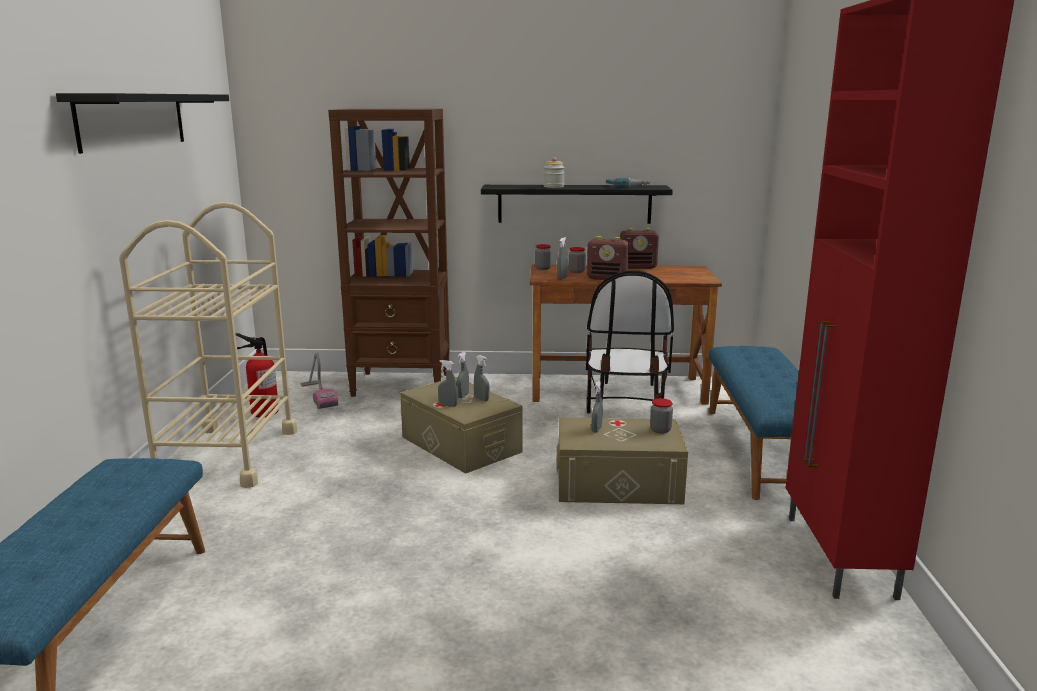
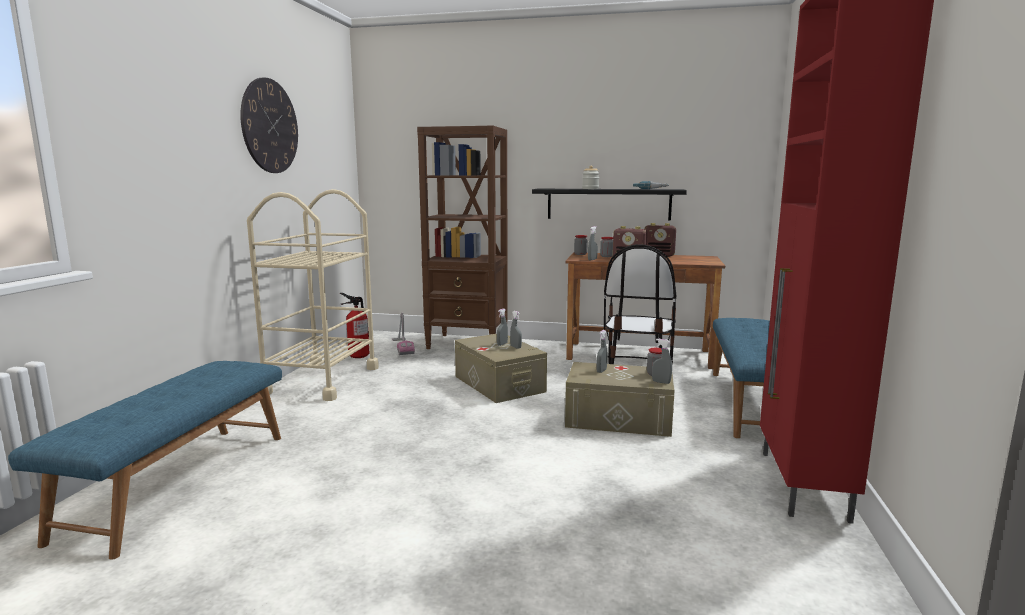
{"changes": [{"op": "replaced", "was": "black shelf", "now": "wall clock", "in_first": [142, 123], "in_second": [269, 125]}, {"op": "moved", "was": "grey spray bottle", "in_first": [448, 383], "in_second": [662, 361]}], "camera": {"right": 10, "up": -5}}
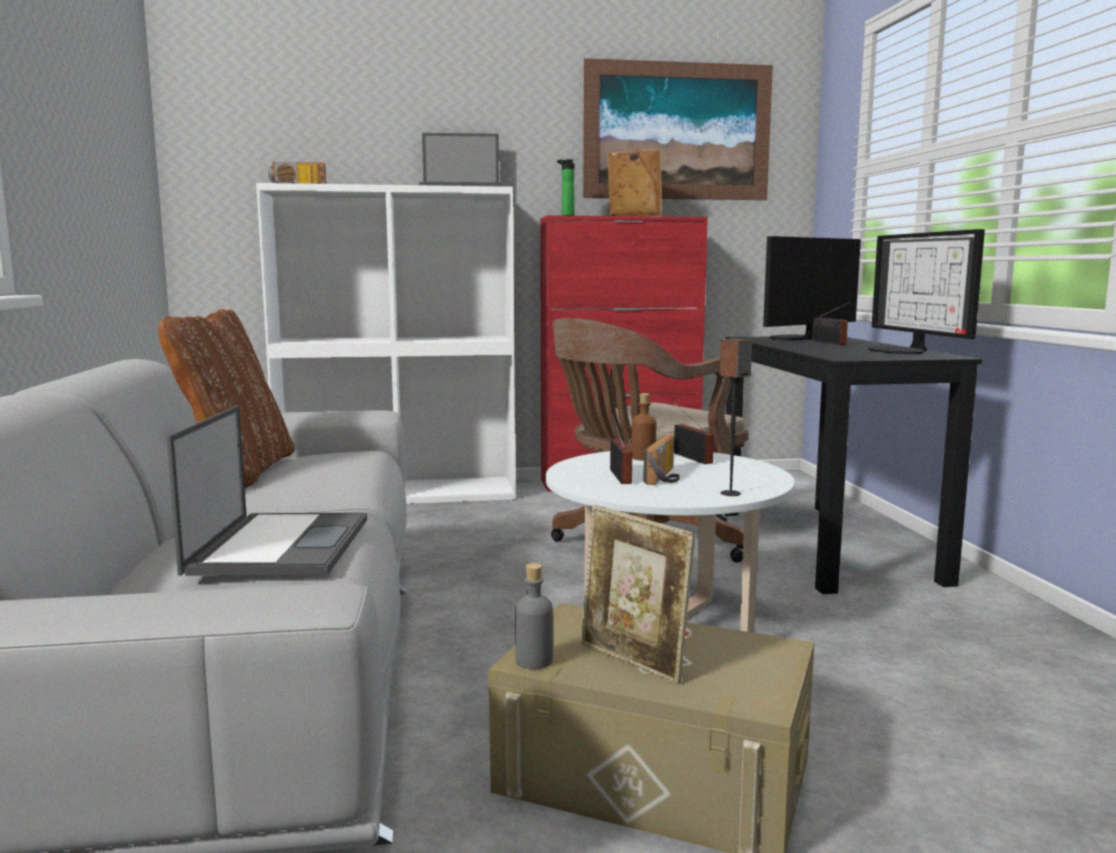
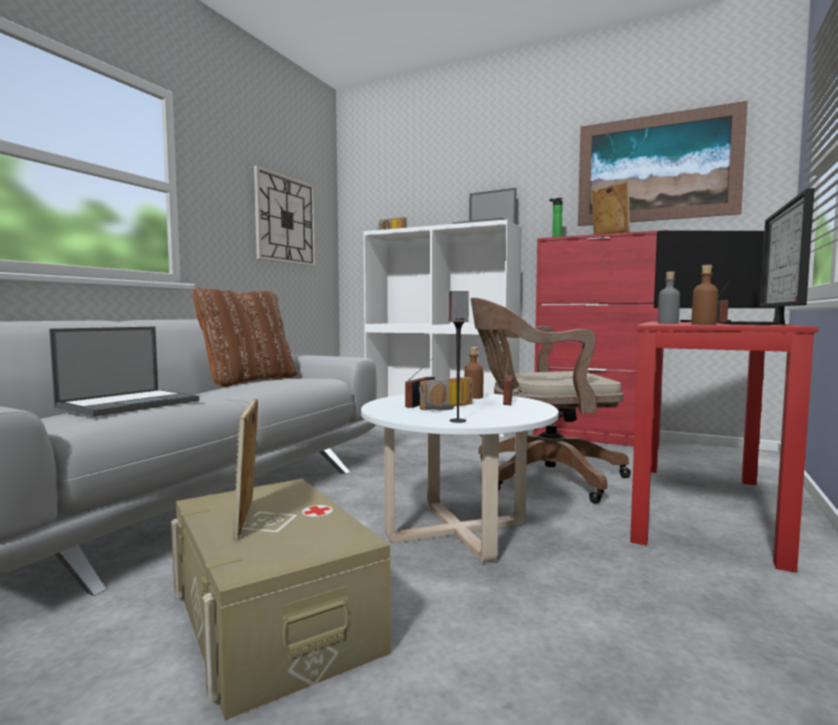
{"changes": [{"op": "recoloured", "was": "black desk", "now": "red desk", "in_first": [853, 465], "in_second": [724, 447]}, {"op": "moved", "was": "grey bottle", "in_first": [534, 616], "in_second": [669, 297]}, {"op": "added", "now": "wall clock", "in_second": [285, 215]}, {"op": "added", "now": "brown bottle", "in_second": [704, 295]}], "camera": {"right": 35, "up": -5}}
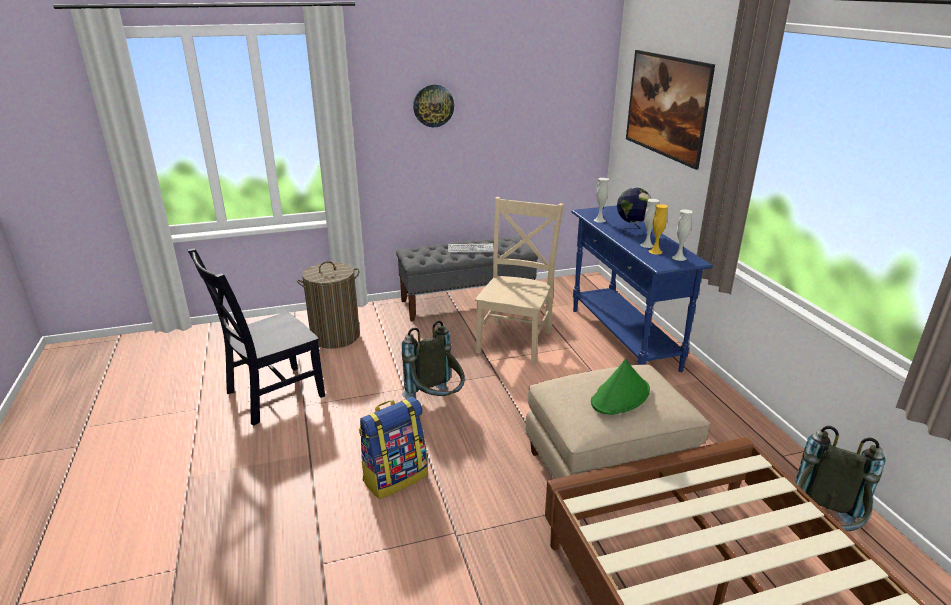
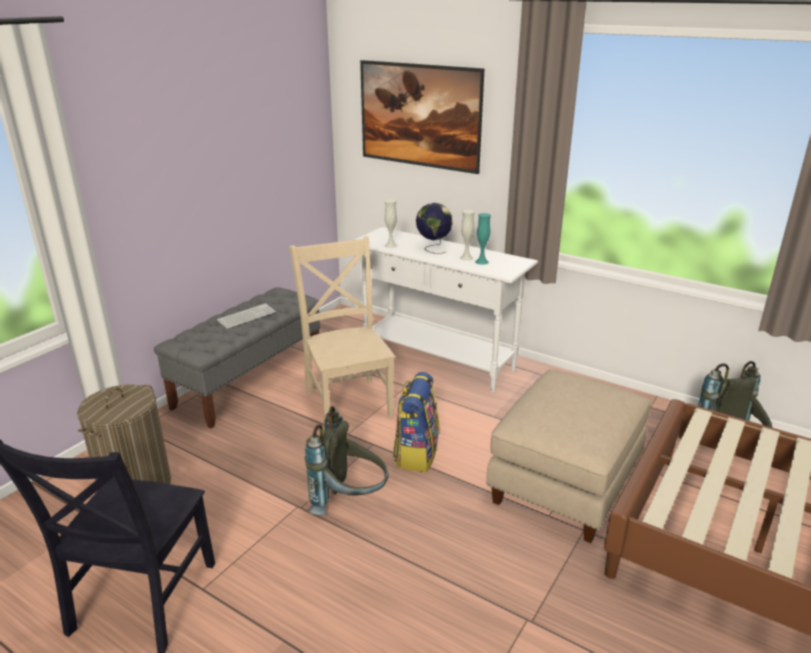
{"changes": [{"op": "removed", "was": "wall clock", "in_first": [433, 105]}, {"op": "recoloured", "was": "yellow vase", "now": "turquoise vase", "in_first": [658, 229], "in_second": [483, 239]}, {"op": "recoloured", "was": "blue console table", "now": "white console table", "in_first": [642, 288], "in_second": [446, 309]}, {"op": "removed", "was": "white vase", "in_first": [682, 235]}, {"op": "removed", "was": "green hat", "in_first": [620, 387]}, {"op": "moved", "was": "backpack", "in_first": [393, 448], "in_second": [416, 422]}], "camera": {"right": -40, "up": 0}}
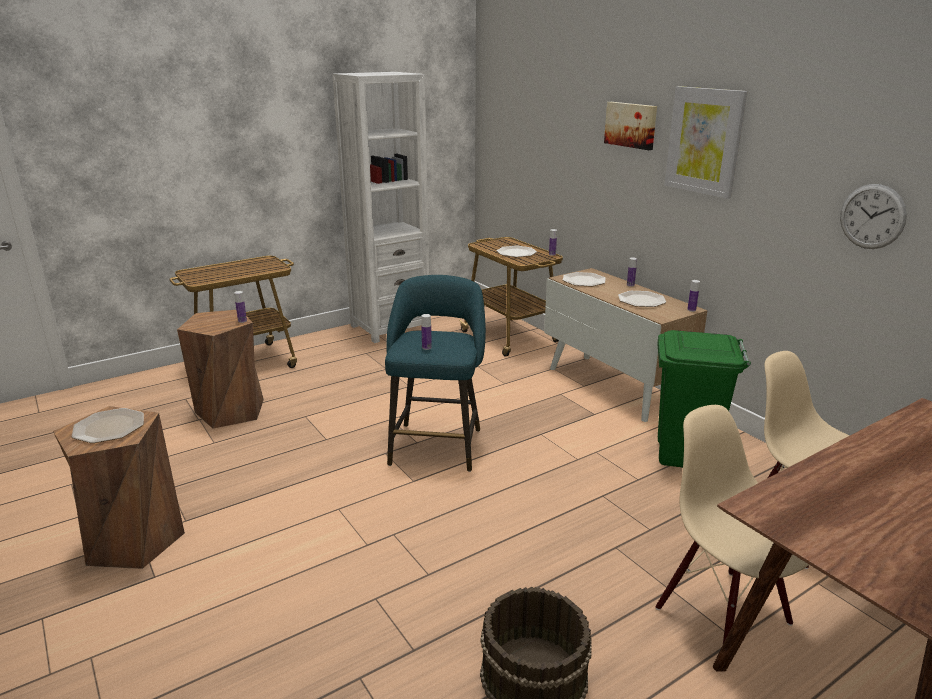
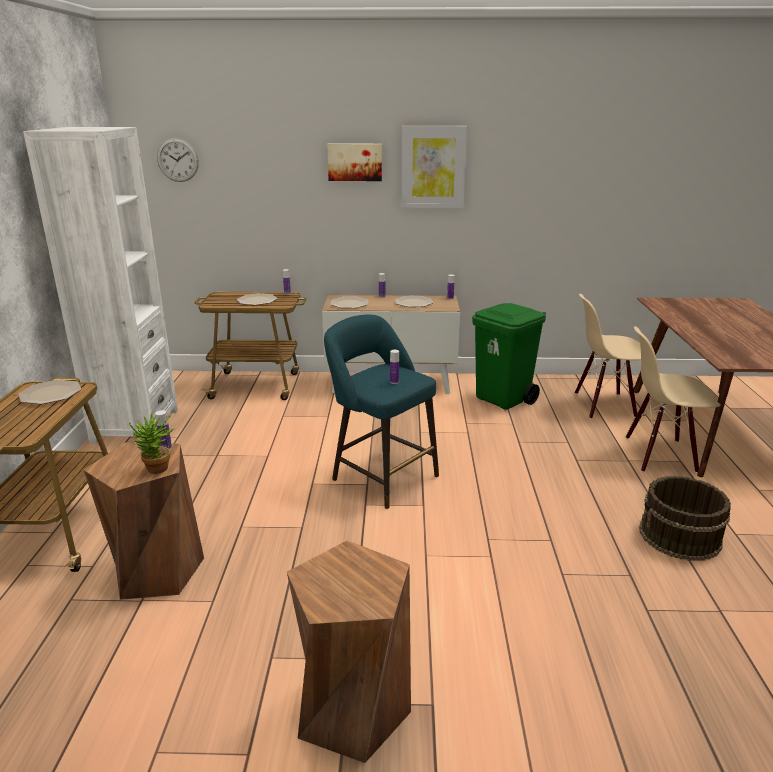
{"changes": [{"op": "moved", "was": "wall clock", "in_first": [873, 216], "in_second": [178, 160]}, {"op": "moved", "was": "plate", "in_first": [108, 425], "in_second": [50, 392]}, {"op": "added", "now": "potted plant", "in_second": [151, 443]}], "camera": {"right": -55, "up": 0}}
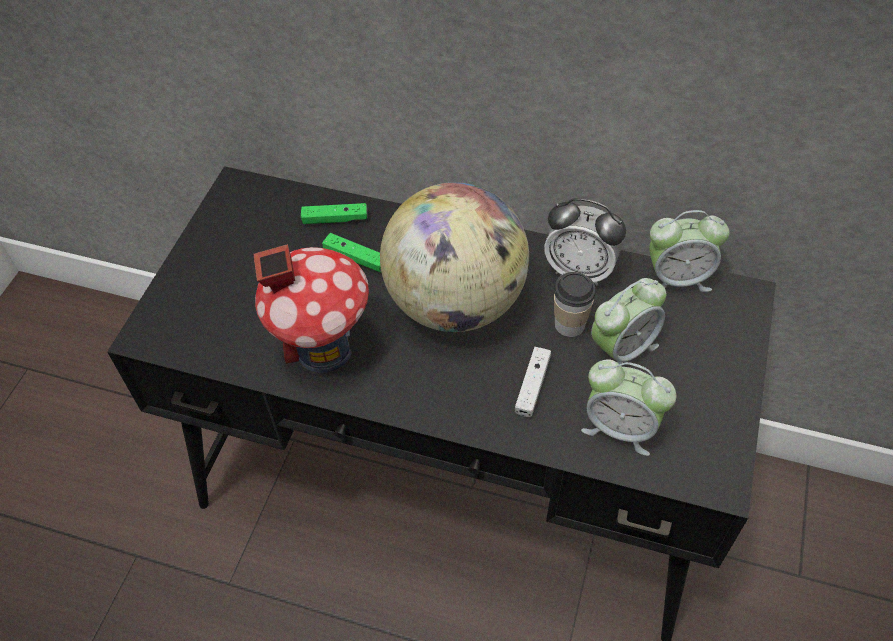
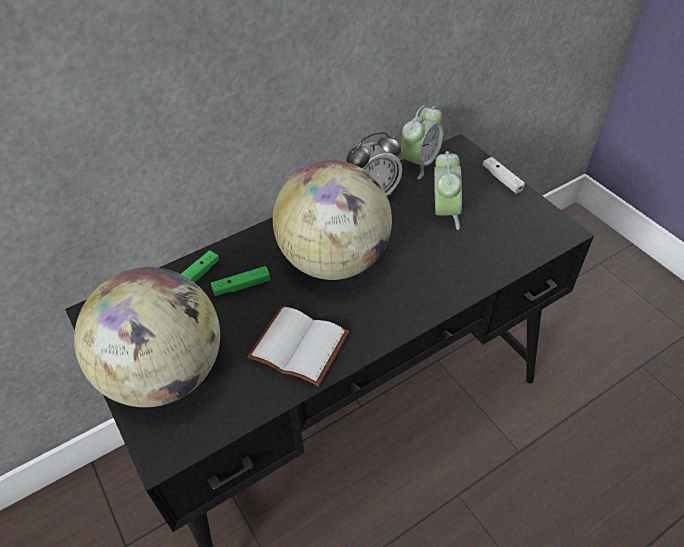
{"changes": [{"op": "replaced", "was": "toy house", "now": "white book", "in_first": [311, 308], "in_second": [298, 346]}, {"op": "removed", "was": "cup", "in_first": [575, 304]}, {"op": "moved", "was": "white game controller", "in_first": [533, 382], "in_second": [504, 175]}, {"op": "removed", "was": "alarm clock", "in_first": [628, 407]}, {"op": "added", "now": "globe", "in_second": [147, 337]}], "camera": {"right": -50, "up": -5}}
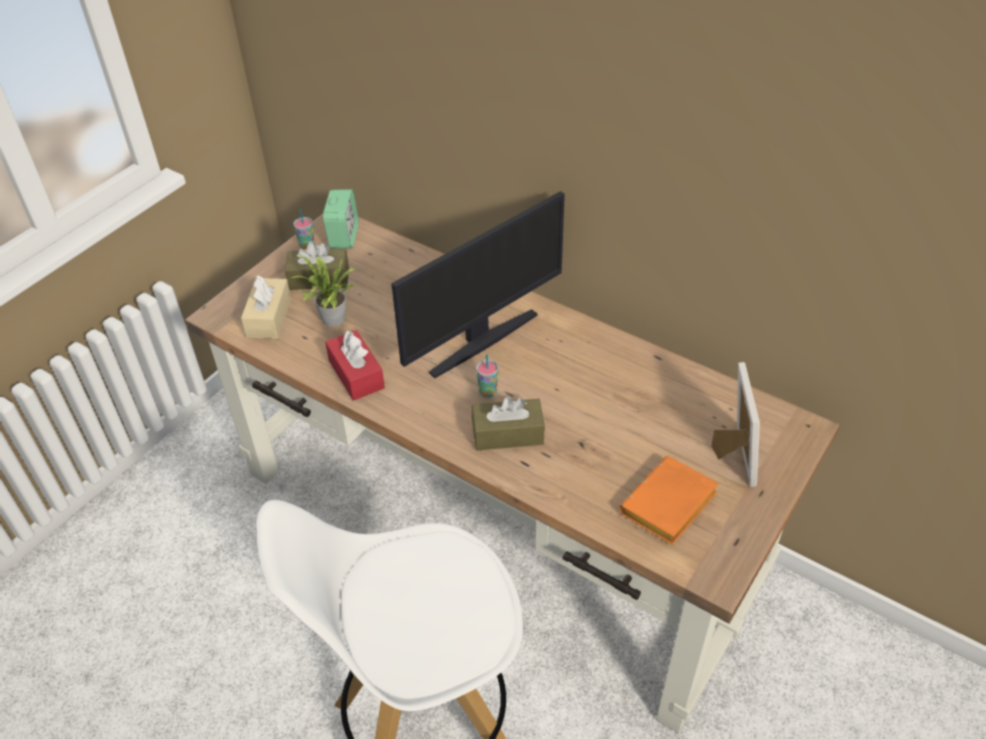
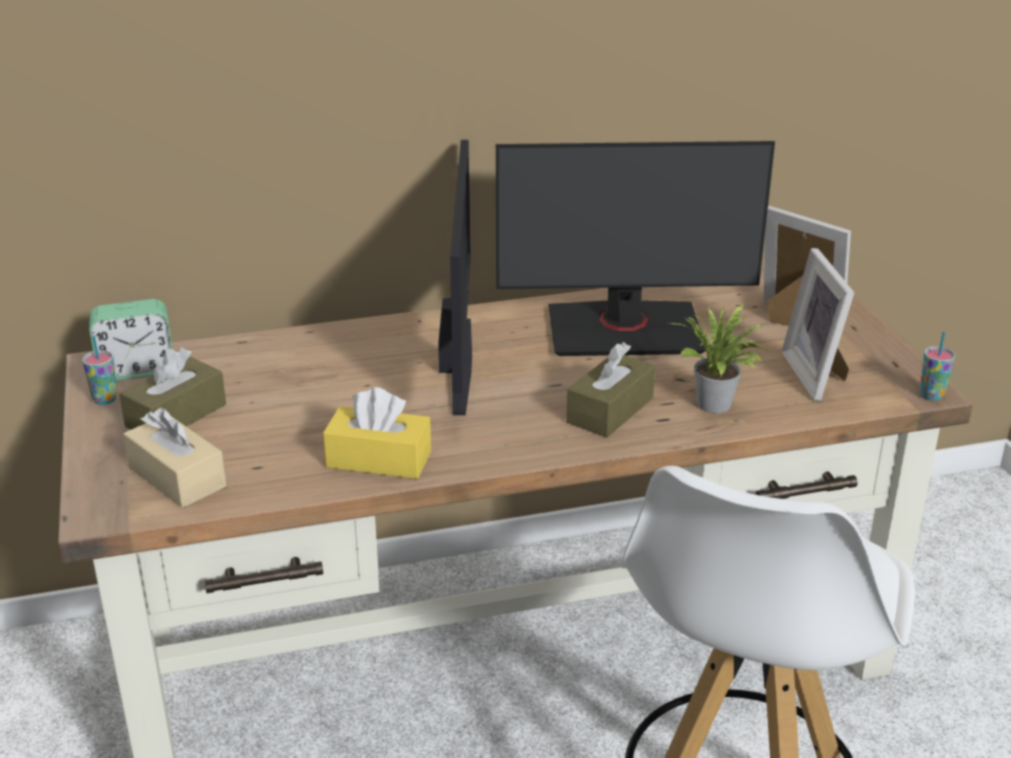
{"changes": [{"op": "turned", "was": "alarm clock", "in_first": [341, 219], "in_second": [131, 340], "clockwise": 120}, {"op": "moved", "was": "potted plant", "in_first": [323, 290], "in_second": [720, 358]}, {"op": "recoloured", "was": "red tissue box", "now": "yellow tissue box", "in_first": [355, 365], "in_second": [377, 433]}, {"op": "moved", "was": "cup", "in_first": [487, 376], "in_second": [937, 366]}, {"op": "replaced", "was": "orange book", "now": "picture frame", "in_first": [669, 500], "in_second": [817, 324]}, {"op": "added", "now": "monitor", "in_second": [635, 248]}], "camera": {"right": -50, "up": -15}}
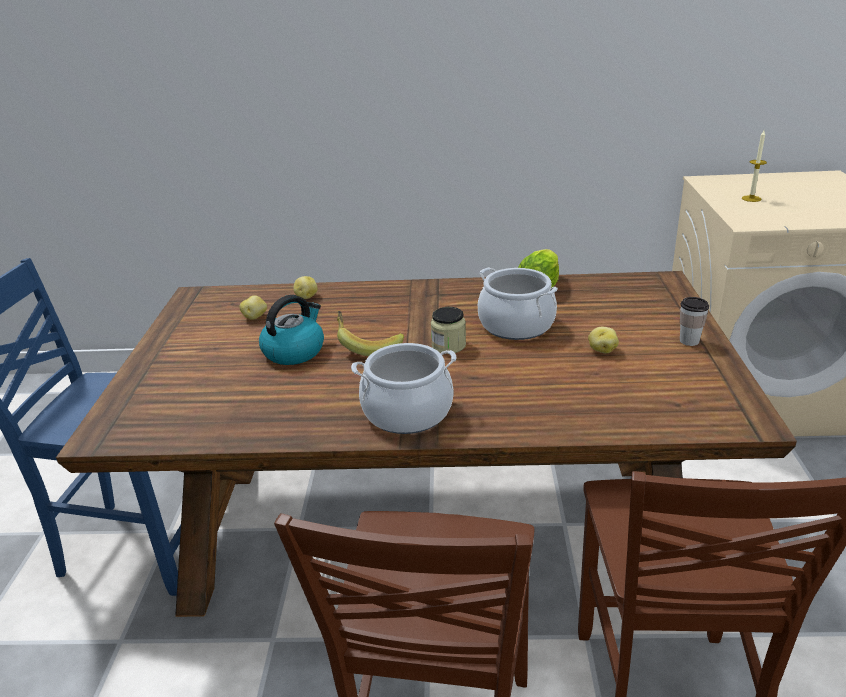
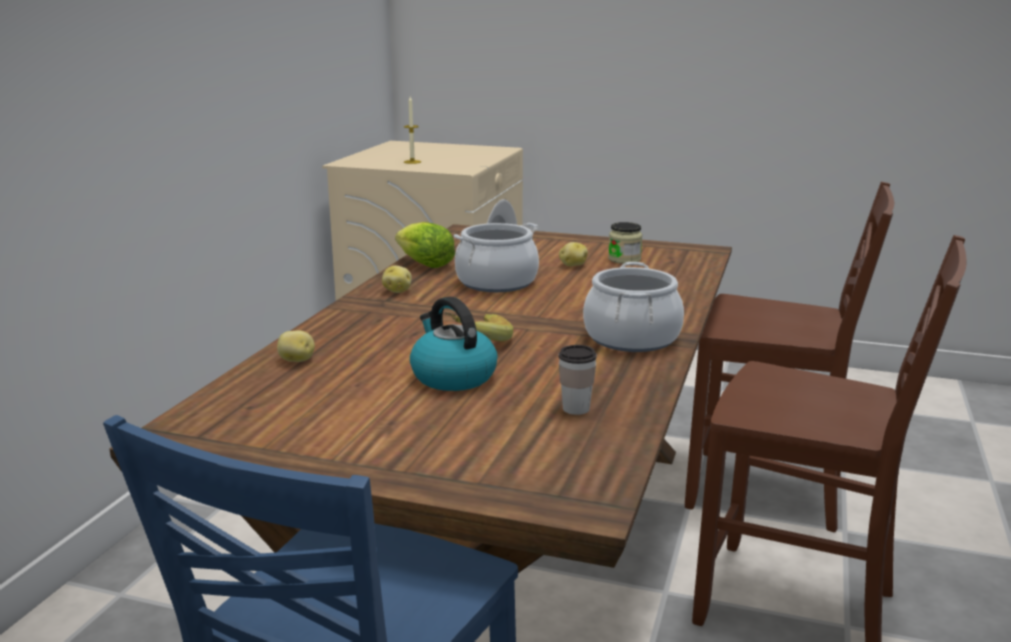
{"changes": [{"op": "moved", "was": "potato", "in_first": [253, 307], "in_second": [397, 279]}, {"op": "moved", "was": "cup", "in_first": [694, 321], "in_second": [577, 380]}, {"op": "moved", "was": "jar", "in_first": [448, 330], "in_second": [625, 243]}], "camera": {"right": -75, "up": -10}}
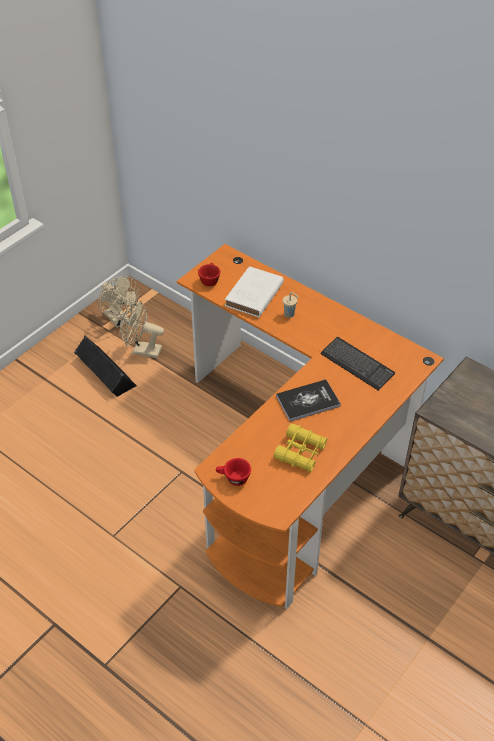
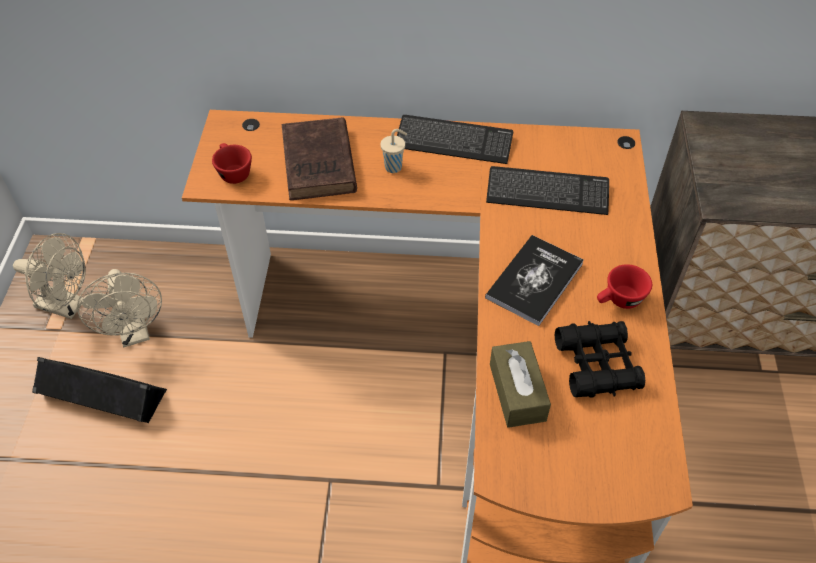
{"changes": [{"op": "recoloured", "was": "white book", "now": "brown book", "in_first": [254, 291], "in_second": [319, 158]}, {"op": "turned", "was": "beige fan", "in_first": [142, 329], "in_second": [119, 308], "clockwise": -90}, {"op": "recoloured", "was": "yellow binoculars", "now": "black binoculars", "in_first": [300, 448], "in_second": [600, 359]}, {"op": "moved", "was": "red cup", "in_first": [233, 472], "in_second": [624, 286]}, {"op": "added", "now": "keyboard", "in_second": [455, 139]}, {"op": "added", "now": "brown tissue box", "in_second": [520, 384]}], "camera": {"right": -35, "up": 5}}
